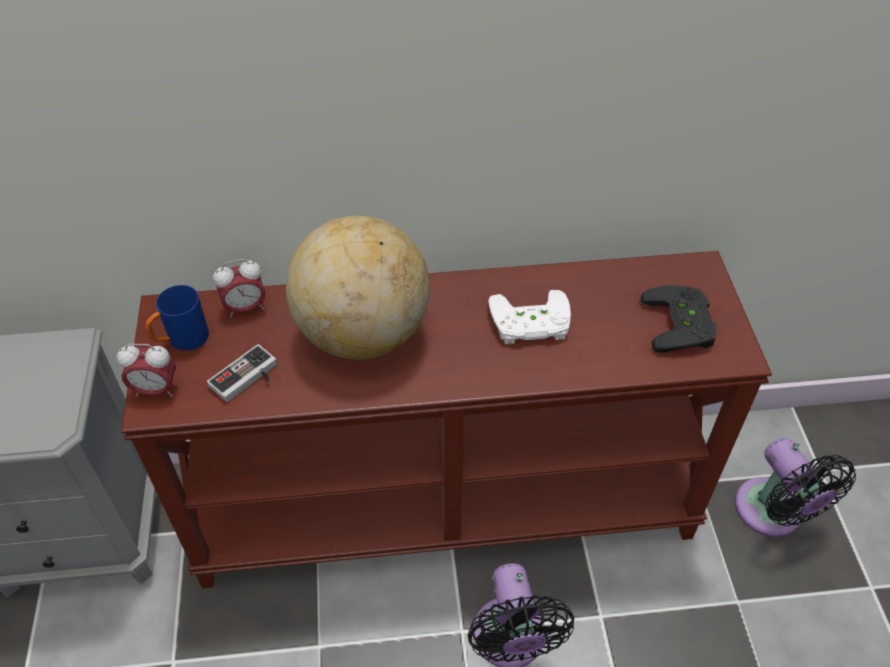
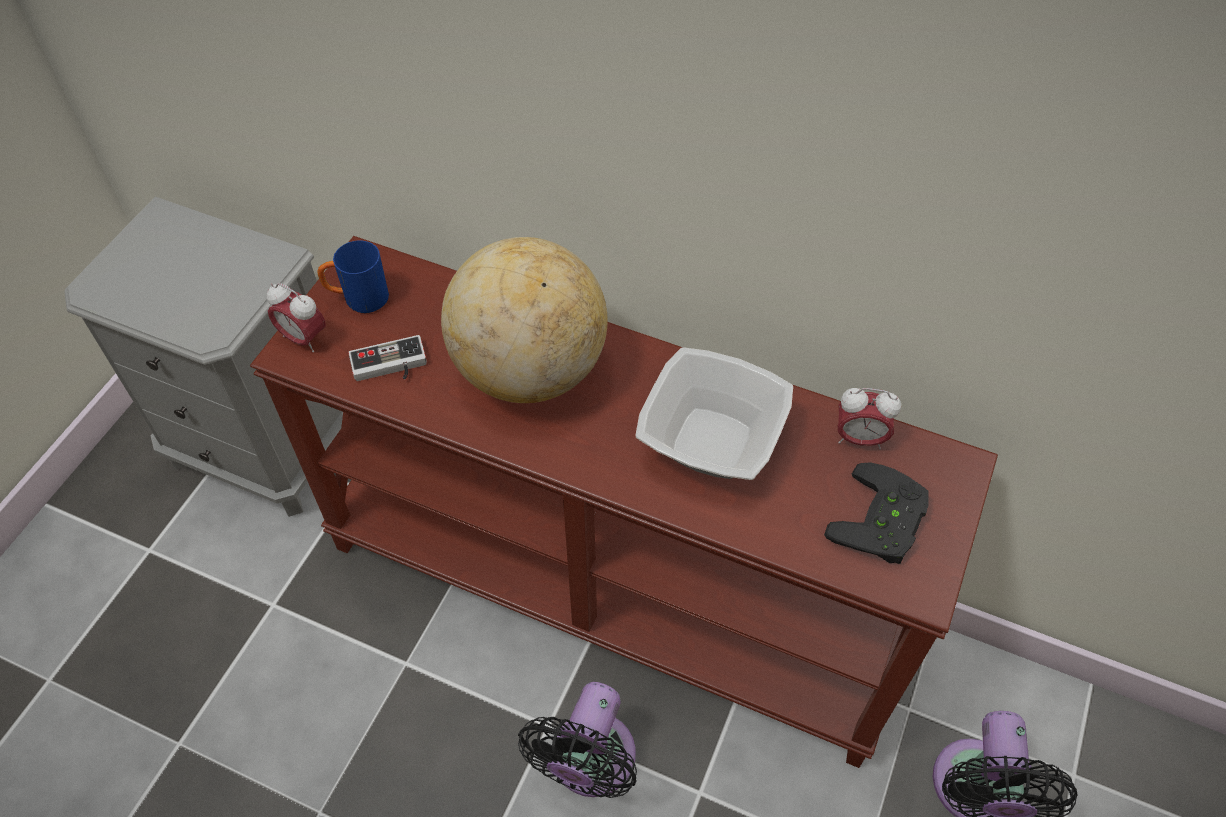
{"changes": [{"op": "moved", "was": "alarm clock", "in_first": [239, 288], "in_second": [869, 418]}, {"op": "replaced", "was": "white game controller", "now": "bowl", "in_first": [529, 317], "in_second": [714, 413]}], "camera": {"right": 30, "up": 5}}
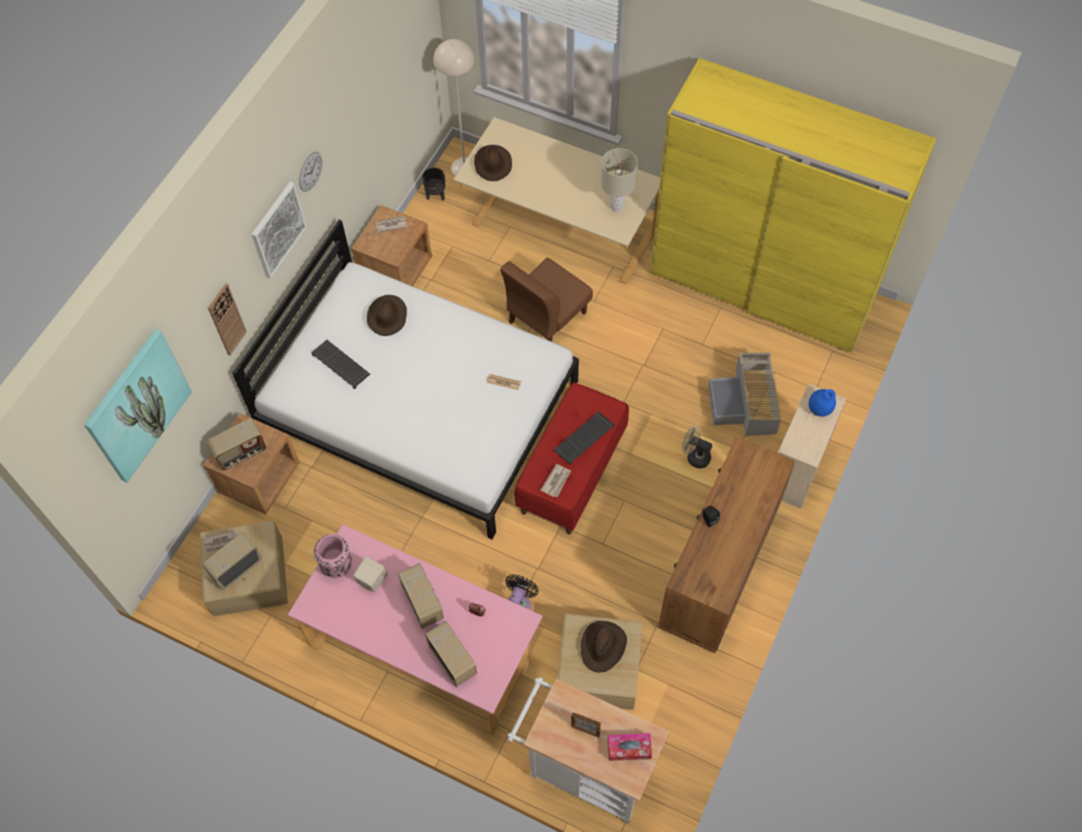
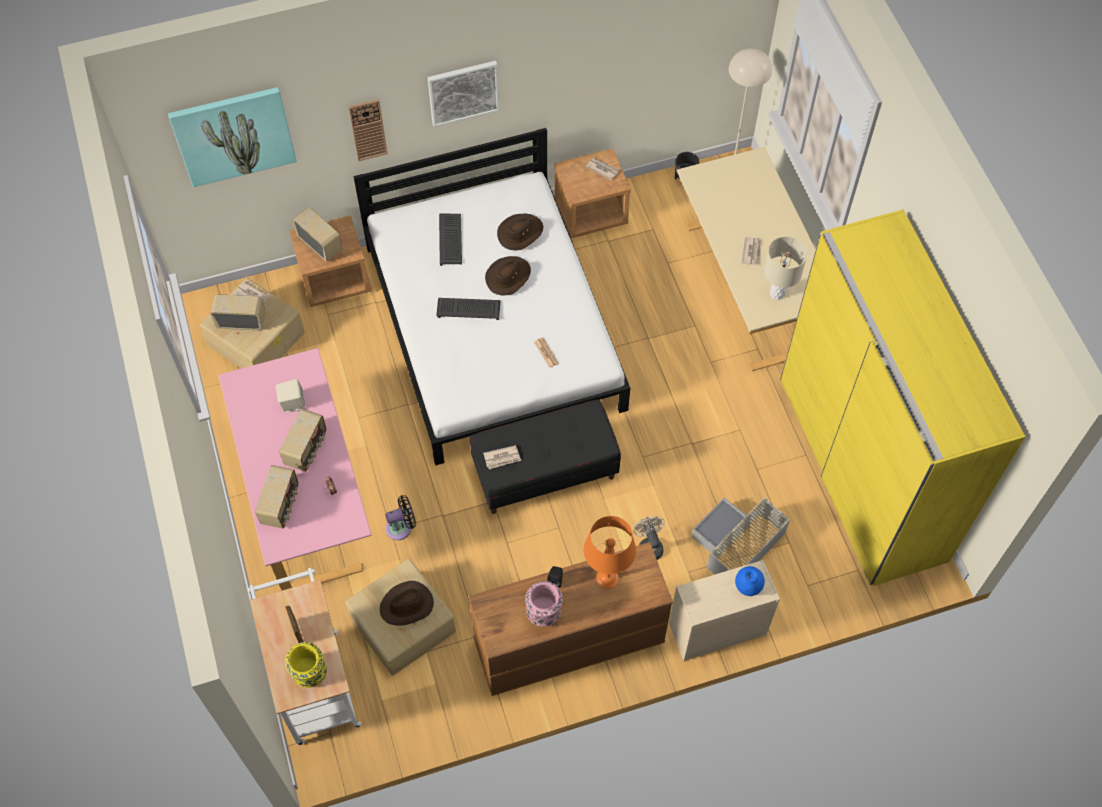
{"changes": [{"op": "moved", "was": "brown hat", "in_first": [493, 163], "in_second": [508, 275]}, {"op": "removed", "was": "wall clock", "in_first": [310, 172]}, {"op": "removed", "was": "brown chair", "in_first": [546, 300]}, {"op": "recoloured", "was": "red bench", "now": "black bench", "in_first": [571, 458], "in_second": [545, 456]}, {"op": "moved", "was": "keyboard", "in_first": [584, 438], "in_second": [468, 309]}, {"op": "turned", "was": "radio", "in_first": [236, 445], "in_second": [317, 234], "clockwise": -150}, {"op": "moved", "was": "pink vase", "in_first": [333, 556], "in_second": [543, 604]}, {"op": "replaced", "was": "tissue box", "now": "yellow vase", "in_first": [630, 747], "in_second": [306, 665]}, {"op": "added", "now": "newspaper", "in_second": [751, 251]}, {"op": "added", "now": "orange table lamp", "in_second": [610, 552]}], "camera": {"right": 45, "up": 0}}
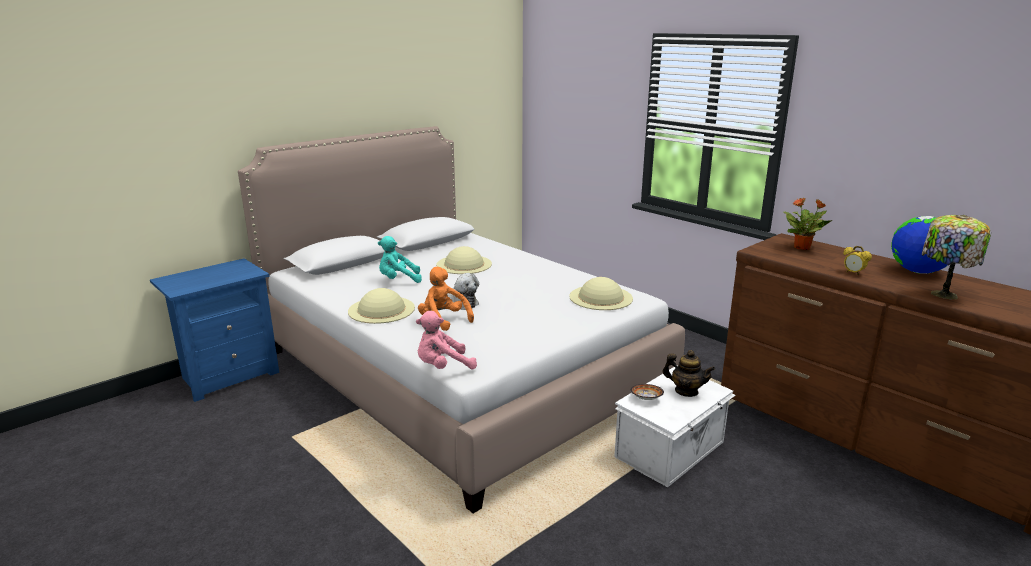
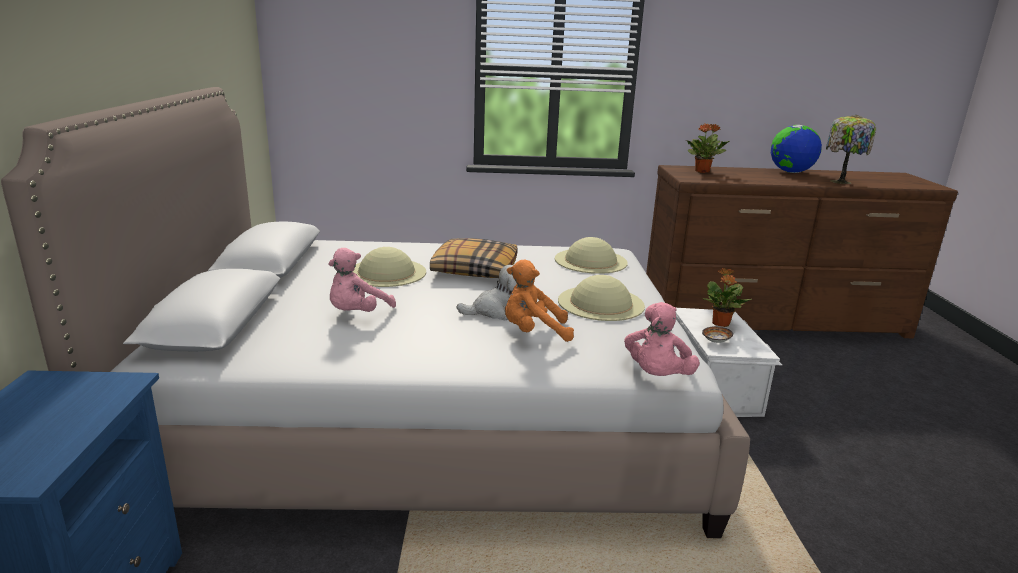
{"changes": [{"op": "recoloured", "was": "turquoise plush toy", "now": "pink plush toy", "in_first": [400, 259], "in_second": [362, 280]}, {"op": "removed", "was": "alarm clock", "in_first": [857, 261]}, {"op": "moved", "was": "beige hat", "in_first": [381, 306], "in_second": [601, 298]}, {"op": "replaced", "was": "teapot", "now": "potted plant", "in_first": [688, 373], "in_second": [727, 297]}, {"op": "added", "now": "pillow", "in_second": [474, 258]}], "camera": {"right": -50, "up": 0}}
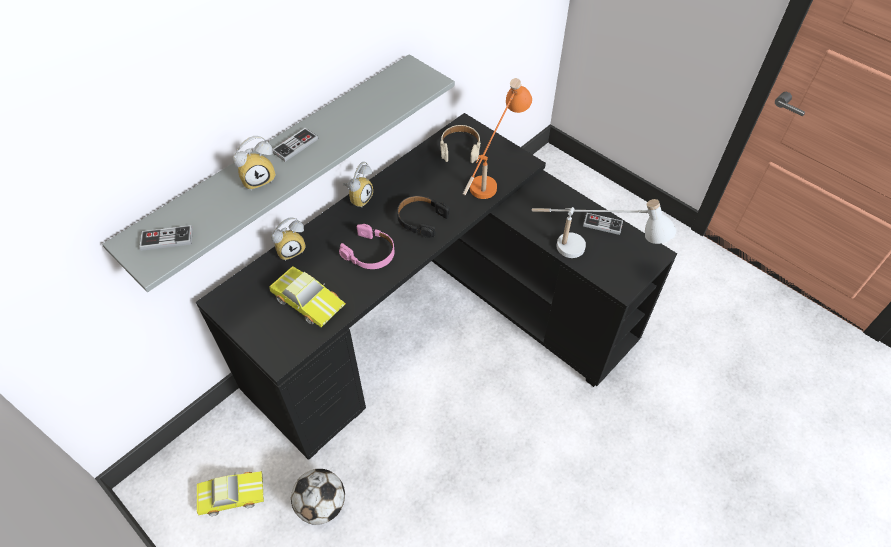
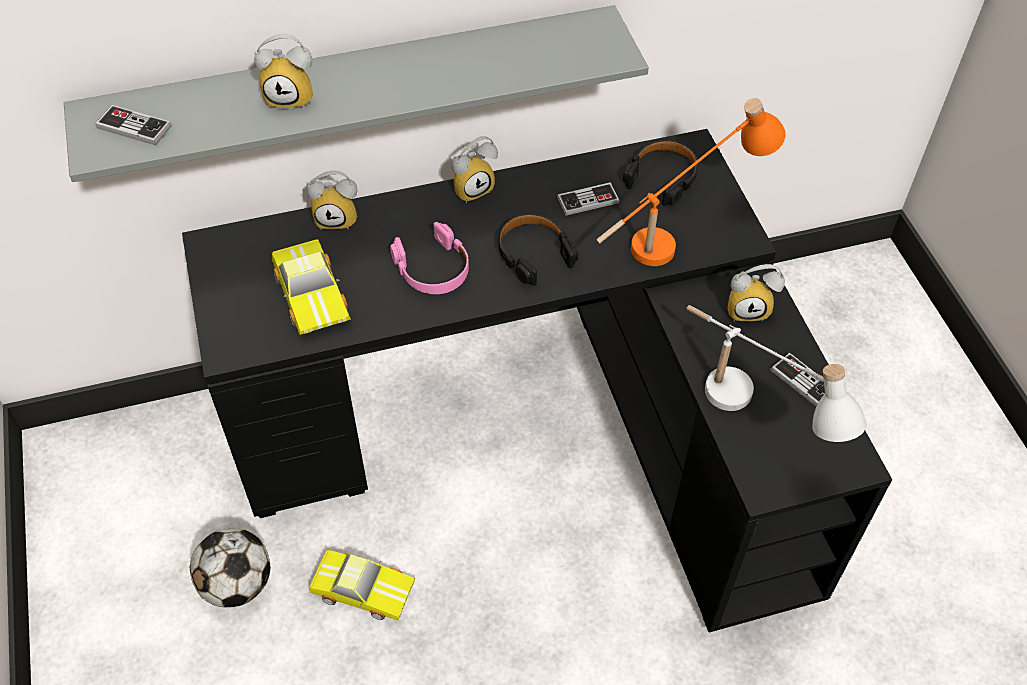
{"changes": [{"op": "recoloured", "was": "beige headphones", "now": "black headphones", "in_first": [460, 144], "in_second": [660, 173]}, {"op": "moved", "was": "game controller", "in_first": [296, 145], "in_second": [588, 199]}, {"op": "moved", "was": "toy car", "in_first": [230, 493], "in_second": [362, 585]}, {"op": "added", "now": "alarm clock", "in_second": [756, 292]}], "camera": {"right": 30, "up": 0}}
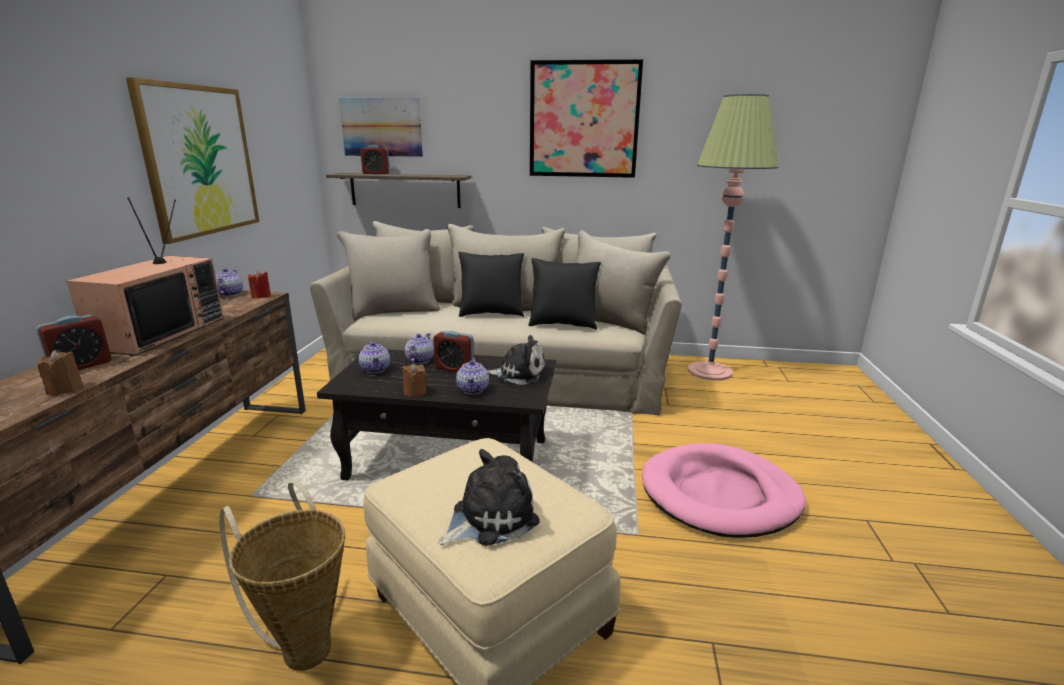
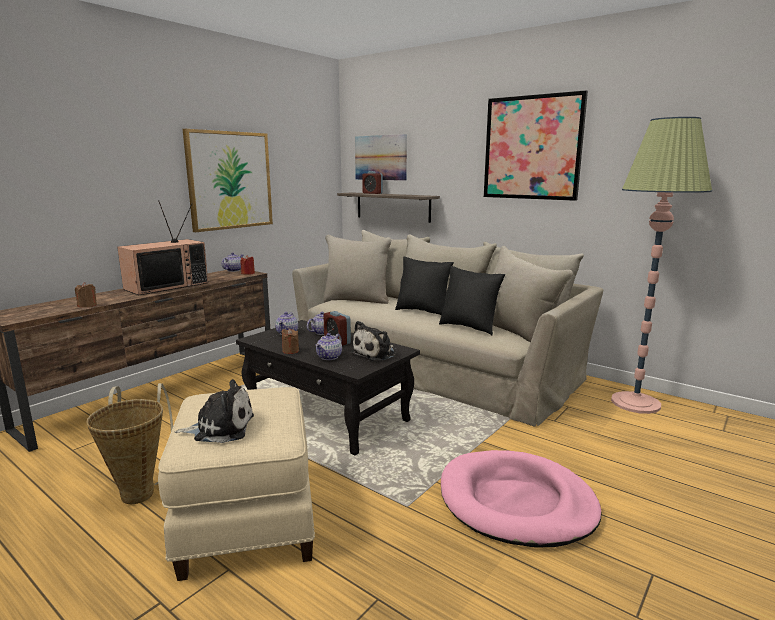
{"changes": [{"op": "removed", "was": "alarm clock", "in_first": [74, 342]}, {"op": "turned", "was": "plush toy", "in_first": [516, 360], "in_second": [373, 341], "clockwise": 90}], "camera": {"right": 30, "up": -5}}
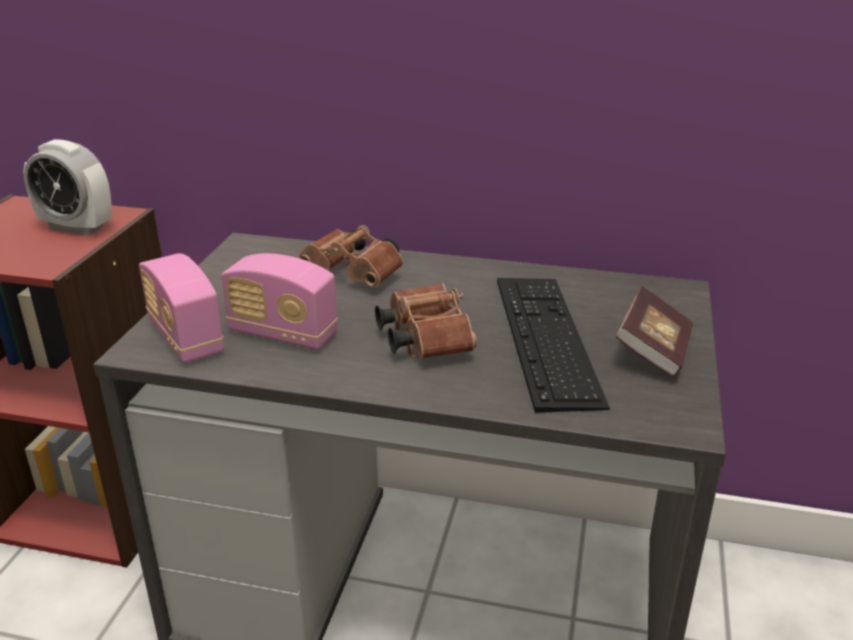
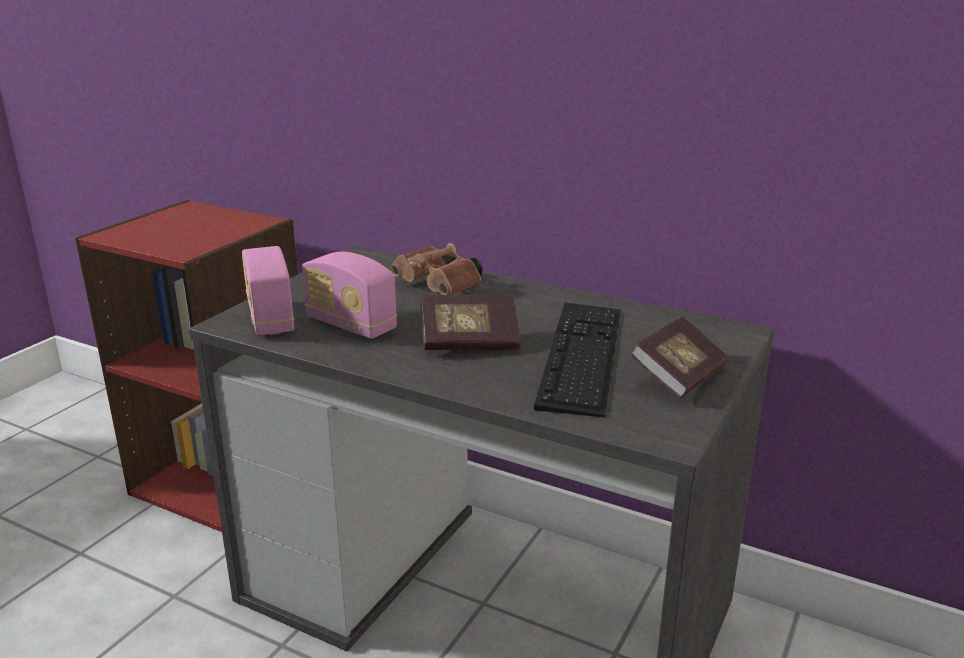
{"changes": [{"op": "removed", "was": "alarm clock", "in_first": [67, 187]}, {"op": "replaced", "was": "brown binoculars", "now": "book", "in_first": [426, 321], "in_second": [470, 322]}], "camera": {"right": 15, "up": -5}}
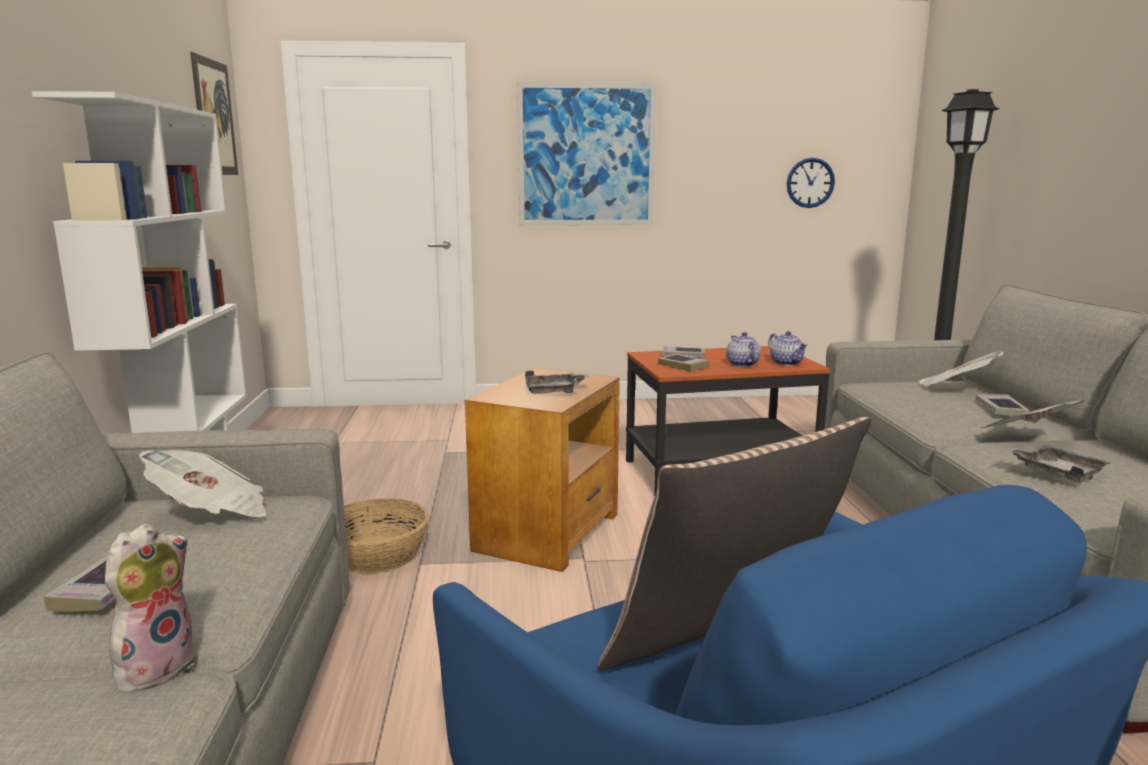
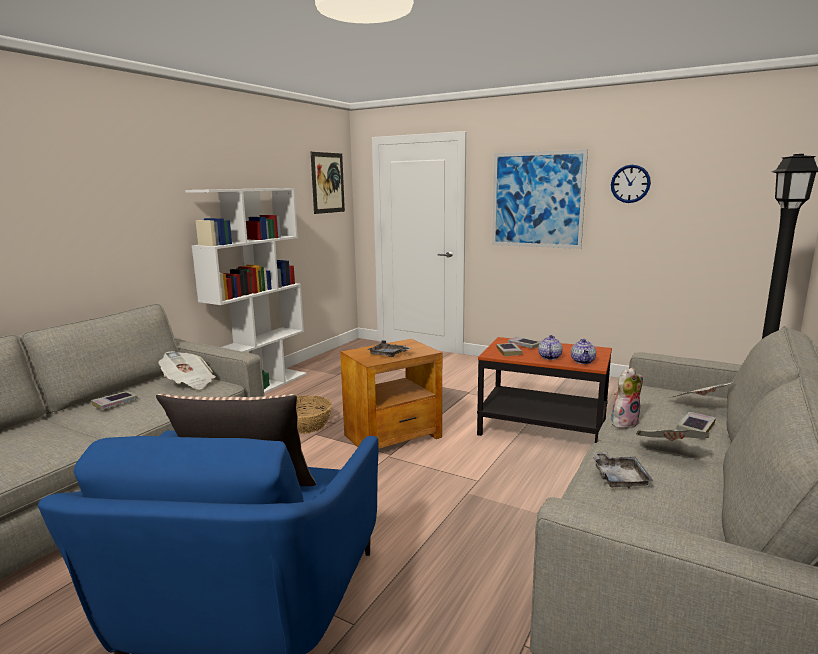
{"changes": [{"op": "moved", "was": "wall clock", "in_first": [811, 183], "in_second": [631, 184]}, {"op": "moved", "was": "plush toy", "in_first": [150, 608], "in_second": [627, 398]}], "camera": {"right": 35, "up": 0}}
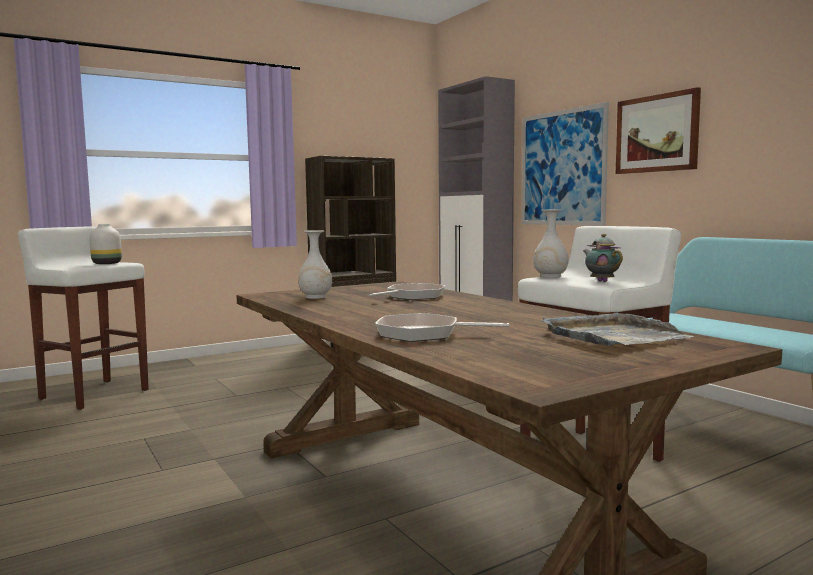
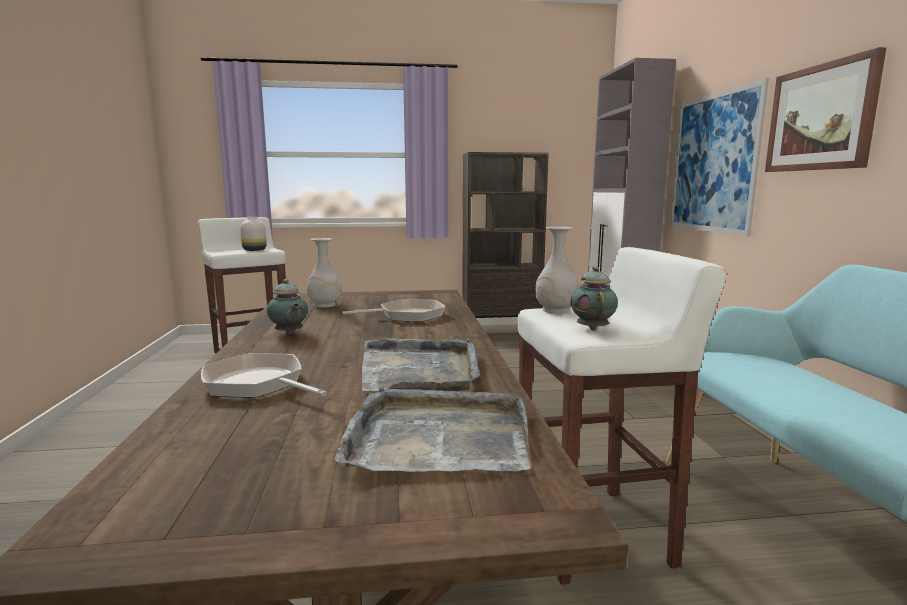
{"changes": [{"op": "added", "now": "teapot", "in_second": [287, 306]}, {"op": "added", "now": "grey tray", "in_second": [421, 364]}], "camera": {"right": 25, "up": 5}}
